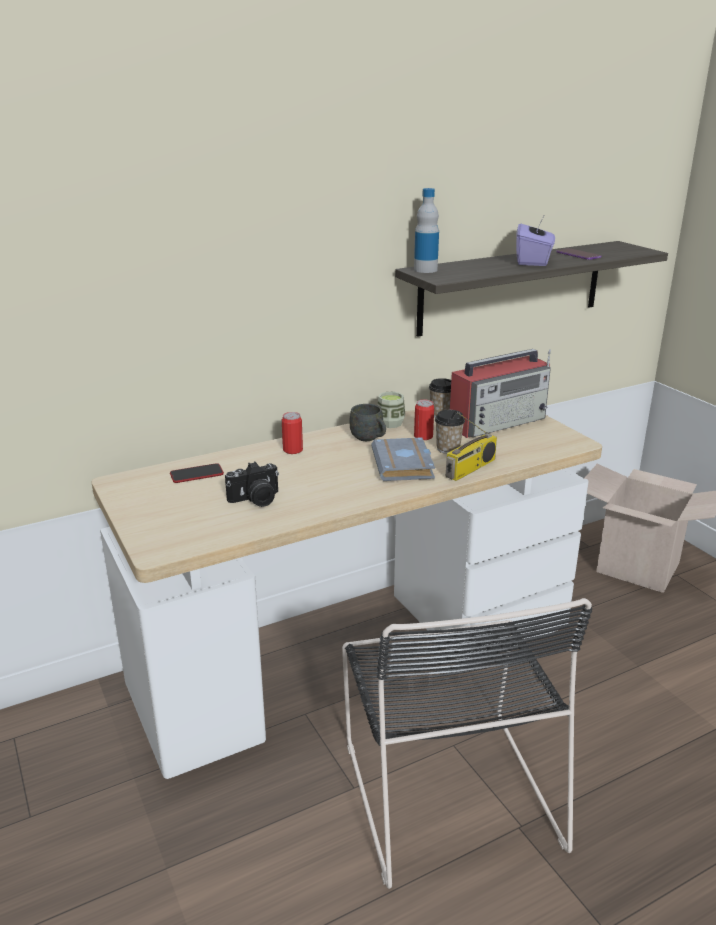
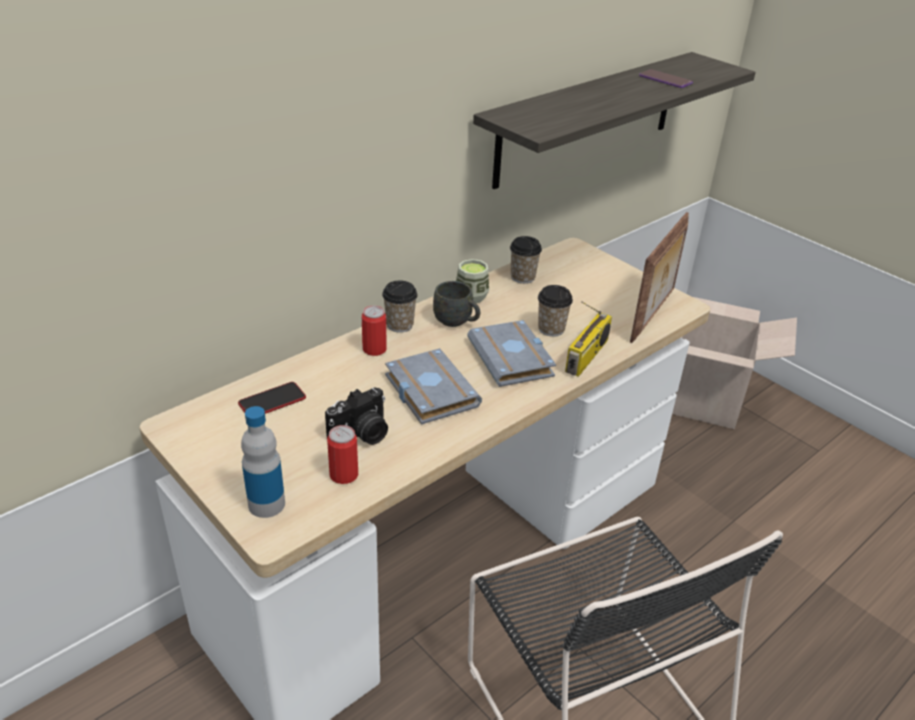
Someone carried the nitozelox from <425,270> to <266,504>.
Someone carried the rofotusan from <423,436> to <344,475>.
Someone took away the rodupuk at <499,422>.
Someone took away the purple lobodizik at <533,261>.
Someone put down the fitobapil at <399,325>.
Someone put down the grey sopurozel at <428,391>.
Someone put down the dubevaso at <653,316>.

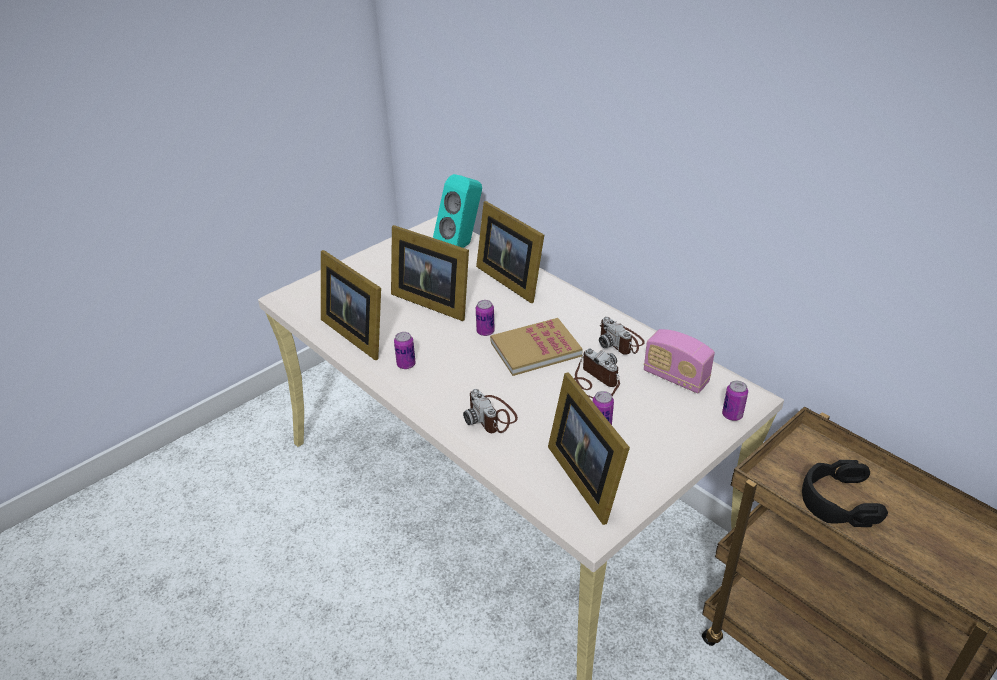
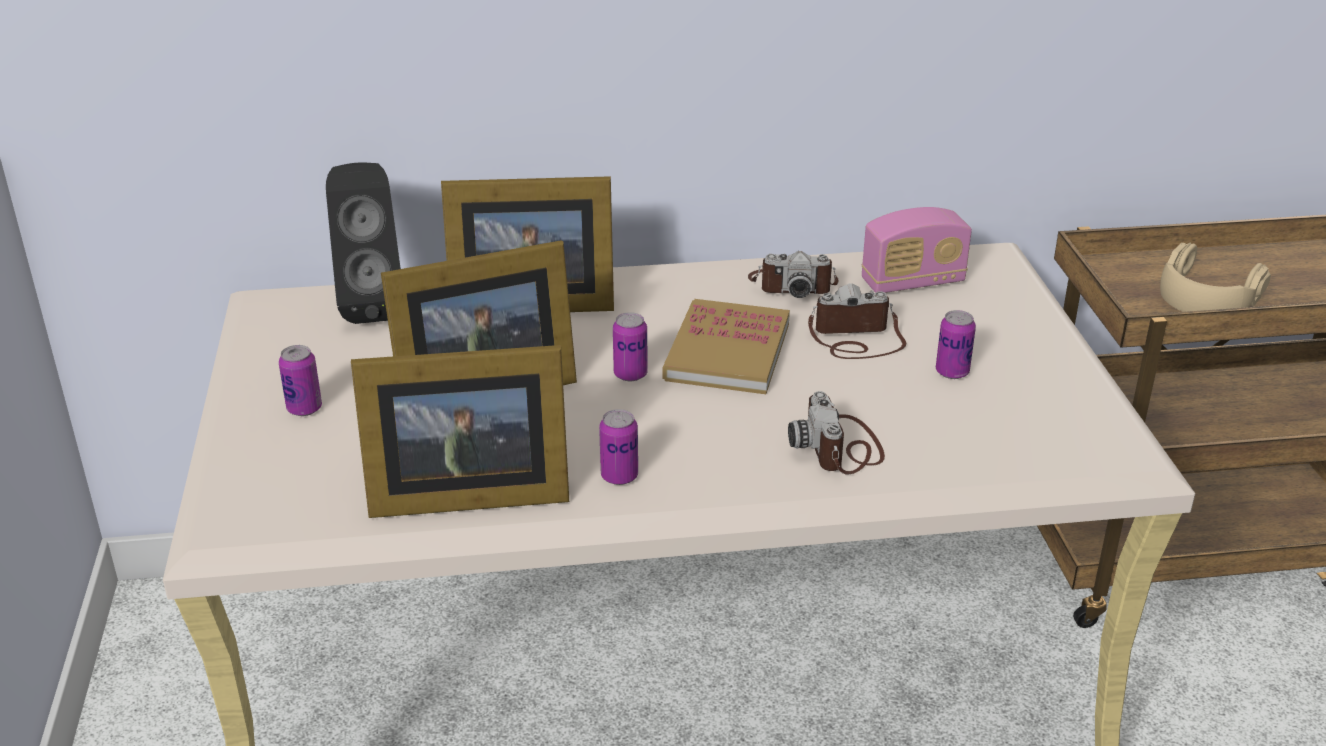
Someone repainted the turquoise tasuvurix at <462,246>, which became the black tasuvurix at <372,306>.
Someone rotated the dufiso at <491,416> by 75 degrees clockwise.
Someone took away the dubevaso at <587,476>.
Someone carried the rofotusan from <732,415> to <304,408>.
Someone repainted the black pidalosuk at <838,500>, which became the beige pidalosuk at <1206,295>.

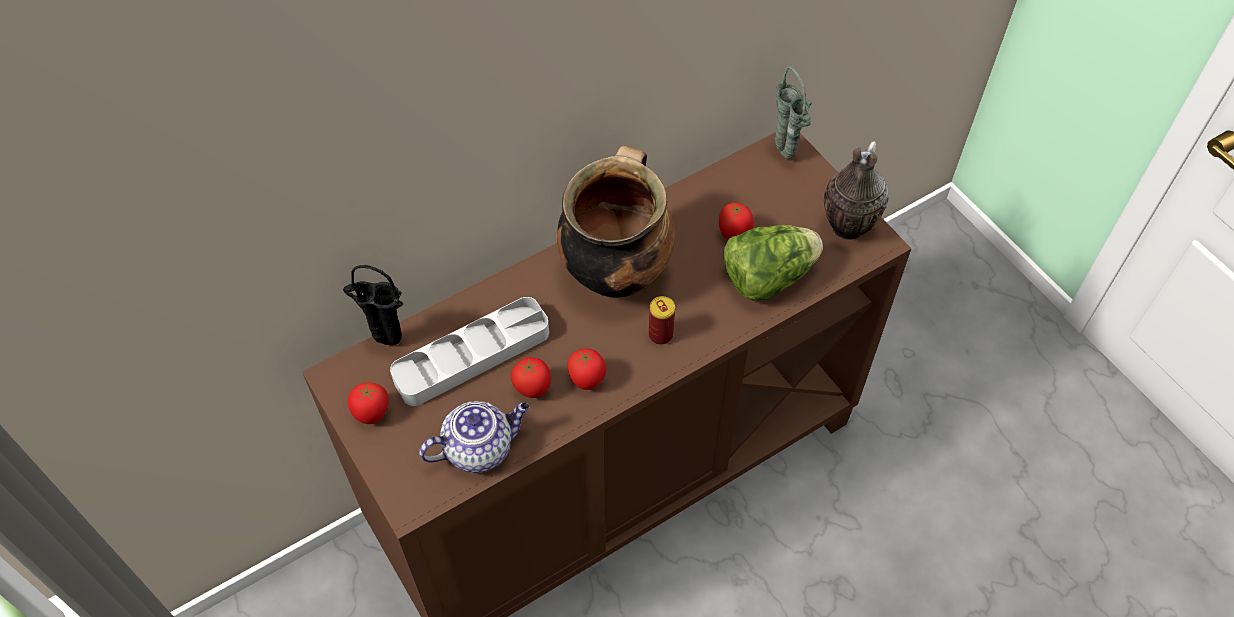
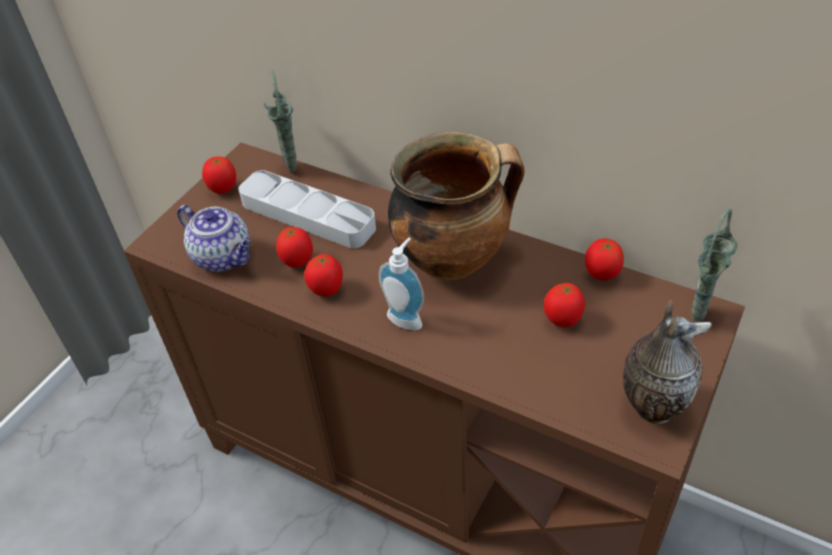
Someone repainted the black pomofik at <385,342>, which became the green pomofik at <290,167>.
Someone swapped the rofotusan at <660,335> for the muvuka at <407,317>.
Someone took away the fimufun at <767,277>.
Someone put down the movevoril at <601,275>.

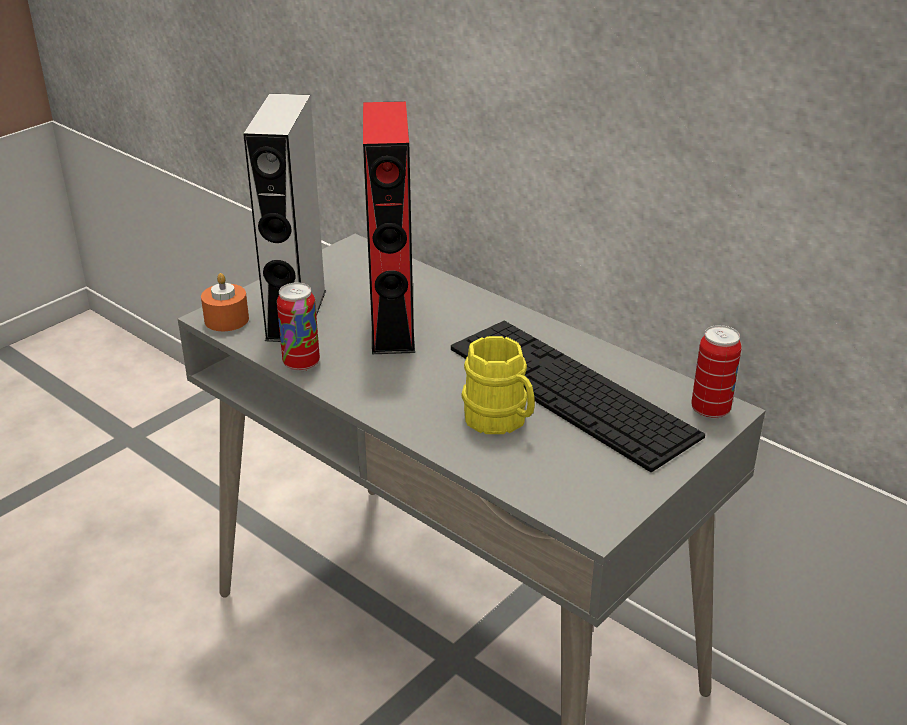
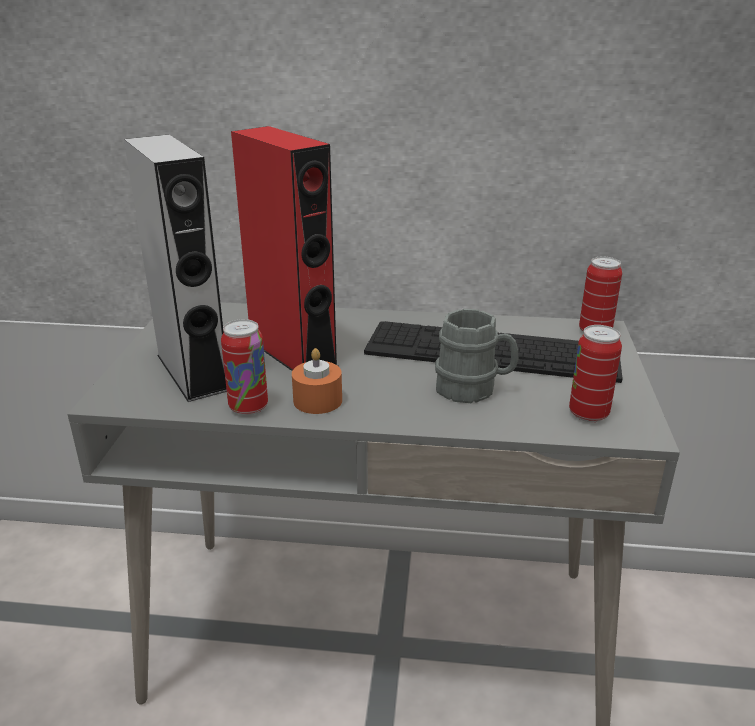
Someone carried the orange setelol from <226,319> to <317,400>.
Someone repainted the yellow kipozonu at <500,421>, which became the grey kipozonu at <474,389>.
Someone put down the rofotusan at <588,414>.

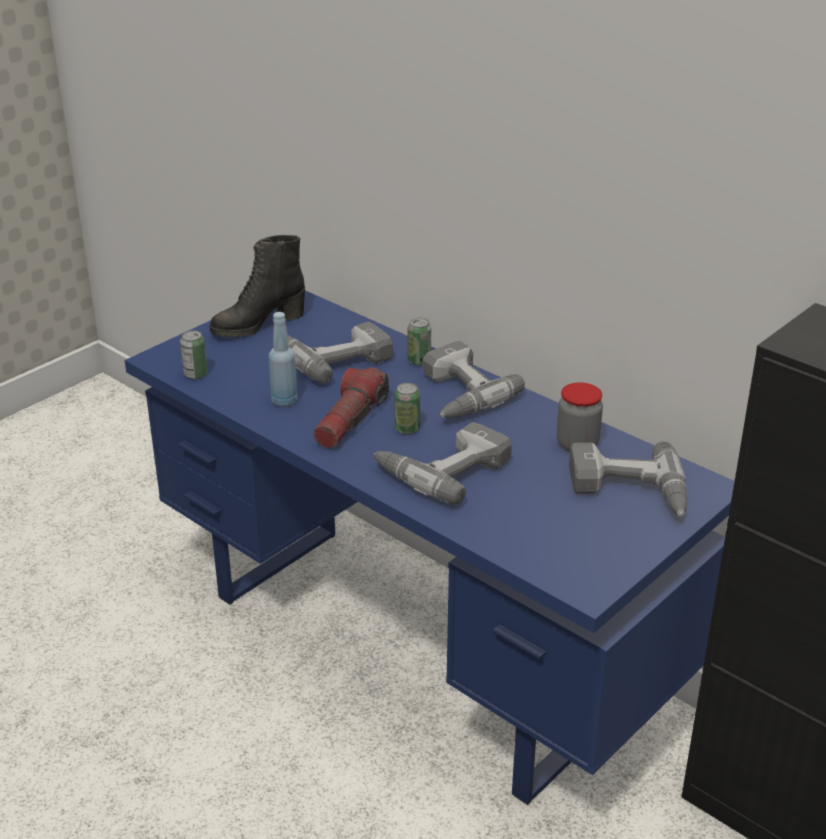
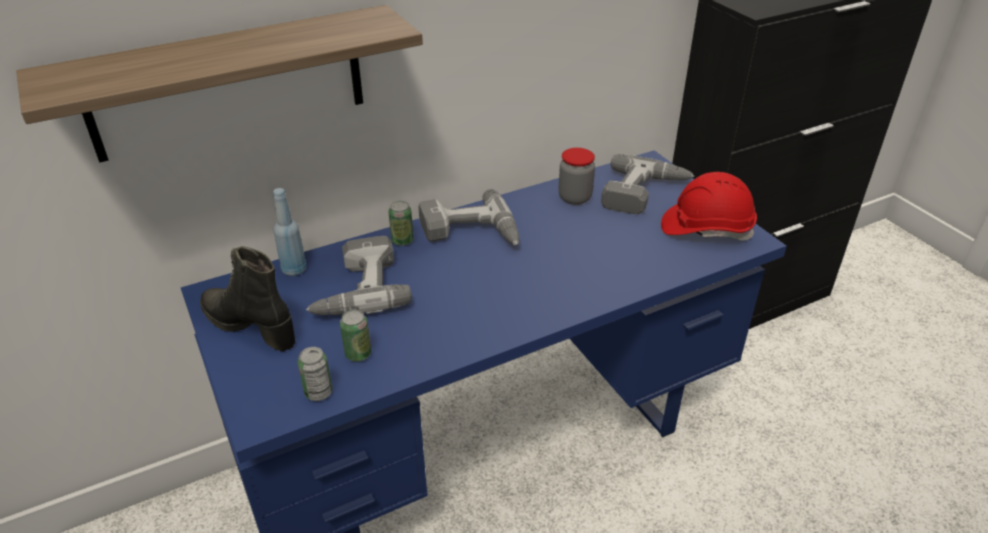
Someone rotated the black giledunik at <257,325> by 135 degrees clockwise.
Someone carried the blue nitozelox from <284,401> to <294,269>.
Someone took away the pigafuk at <350,420>.
Someone took away the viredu at <442,468>.
Someone carried the rofotusan from <407,429> to <358,354>.
Someone put up the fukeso at <228,83>.
Someone put down the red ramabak at <706,228>.

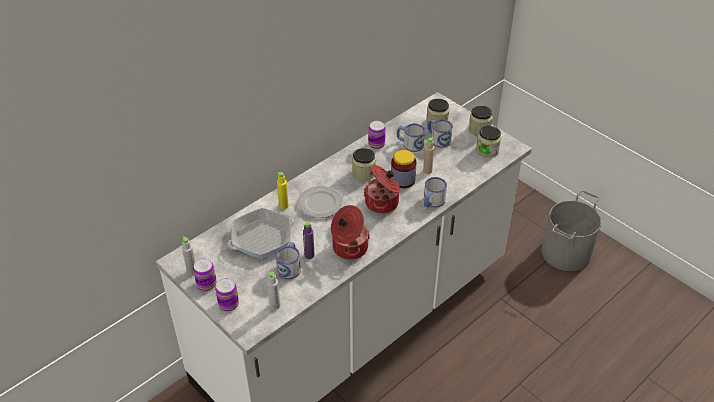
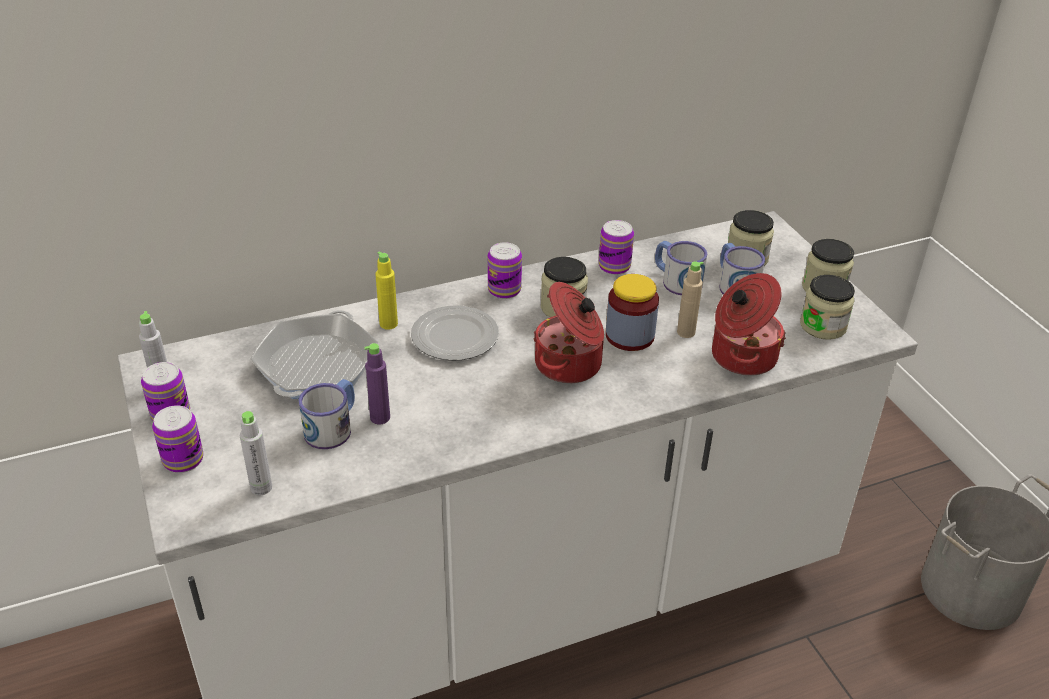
Someone rotated the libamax at <261,237> by 60 degrees counterclockwise.
Someone carried the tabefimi from <349,247> to <741,356>.
Someone took away the kipozonu at <432,202>.
Someone put down the rofotusan at <504,290>.

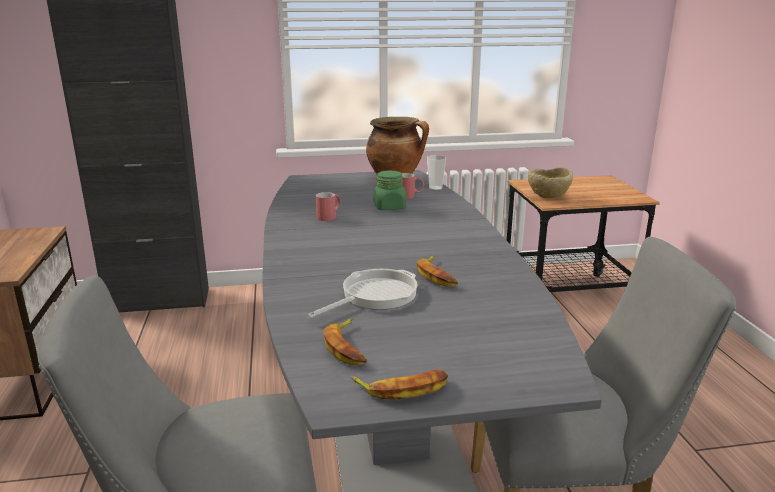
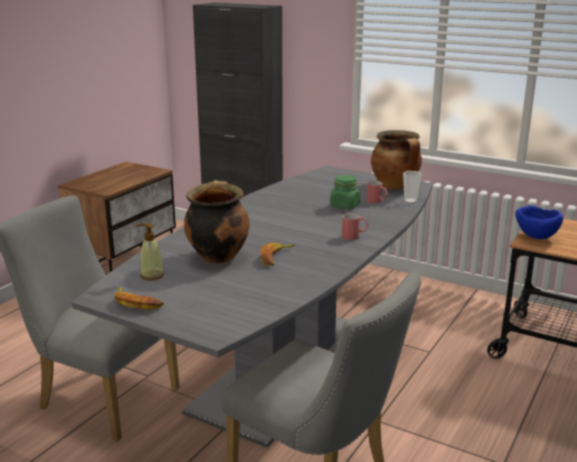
Someone swapped the libamax at <375,296> for the tabefimi at <217,256>.
Someone carried the red kipozonu from <329,216> to <354,236>.
Someone swapped the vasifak at <347,347> for the muvuka at <152,275>.
Someone repainted the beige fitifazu at <548,198>, which became the blue fitifazu at <535,238>.

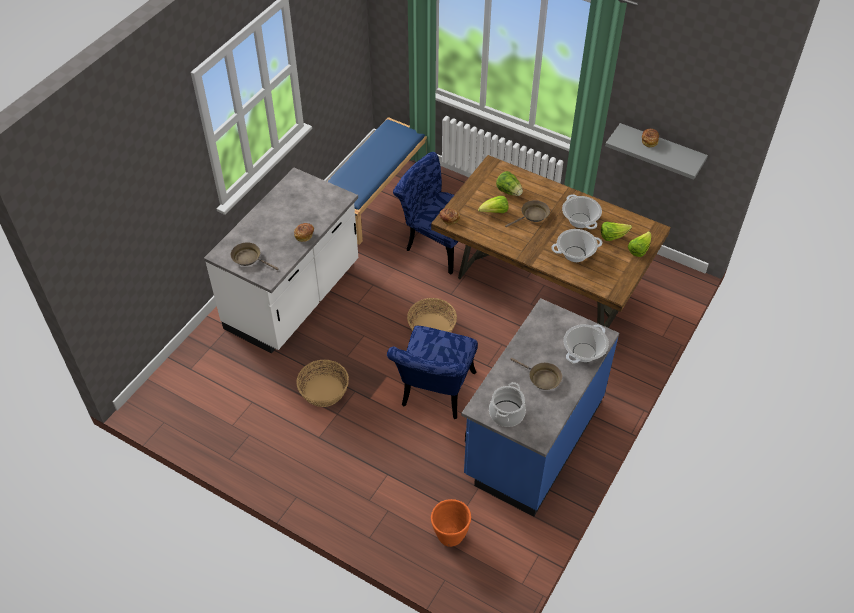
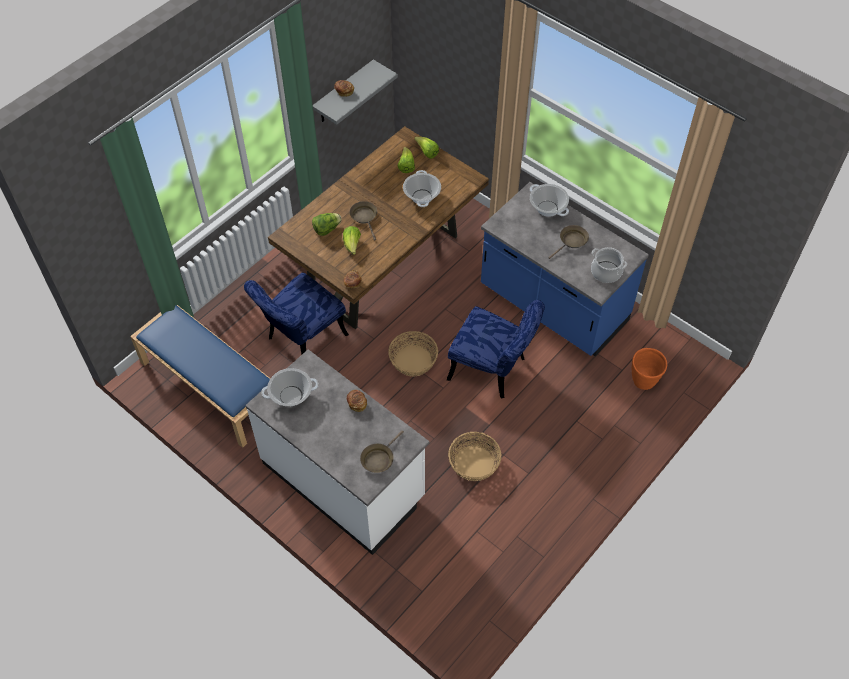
Someone carried the tabefimi from <580,220> to <291,395>.

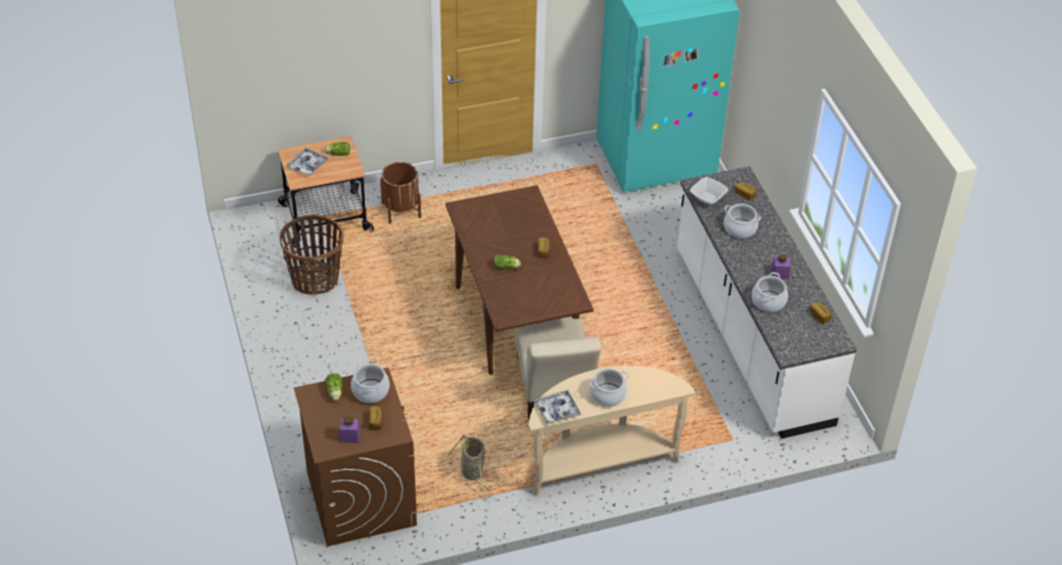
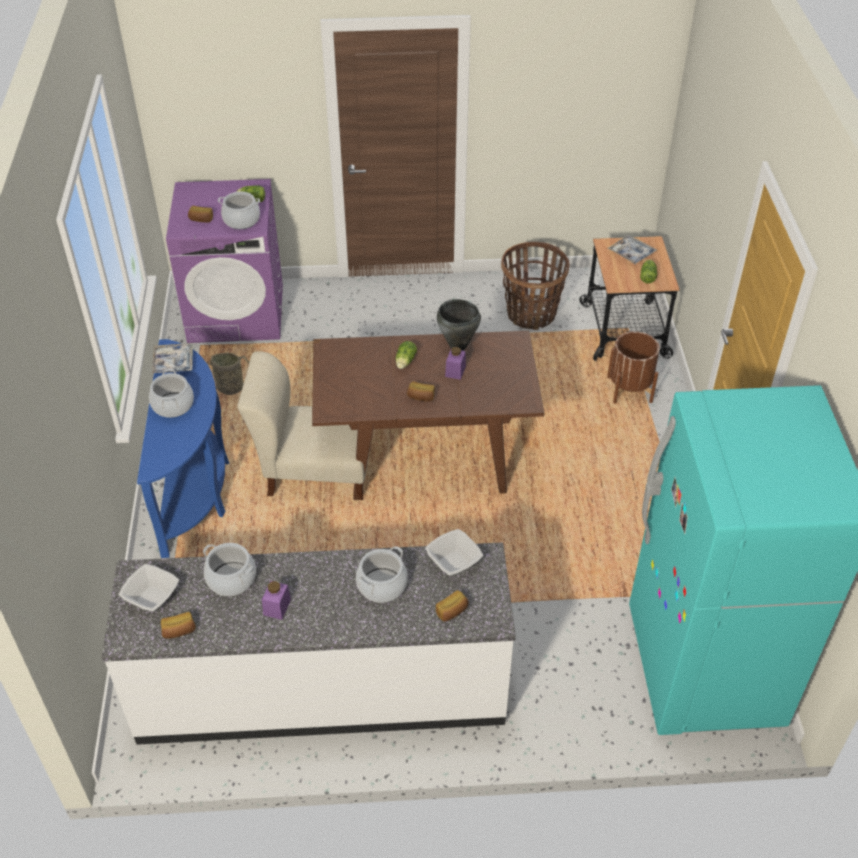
Someone repainted the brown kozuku at <360,497>, which became the purple kozuku at <237,313>.
Someone carried the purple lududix from <350,436> to <455,371>.
Someone repainted the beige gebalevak at <600,461>, which became the blue gebalevak at <195,489>.
Someone put down the fitifazu at <152,599>.
Someone put down the black tabefimi at <458,346>.

